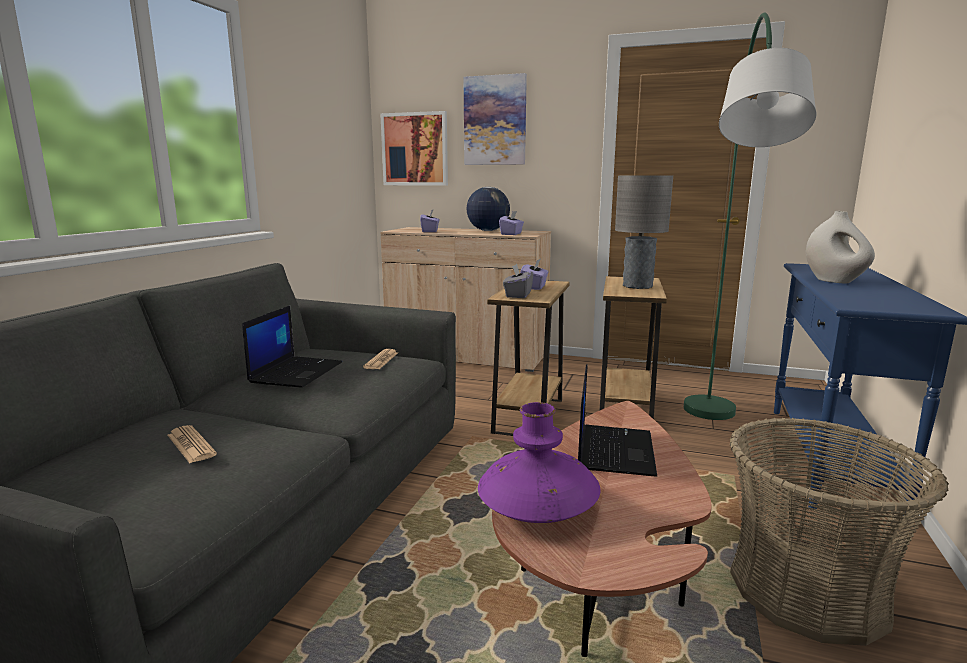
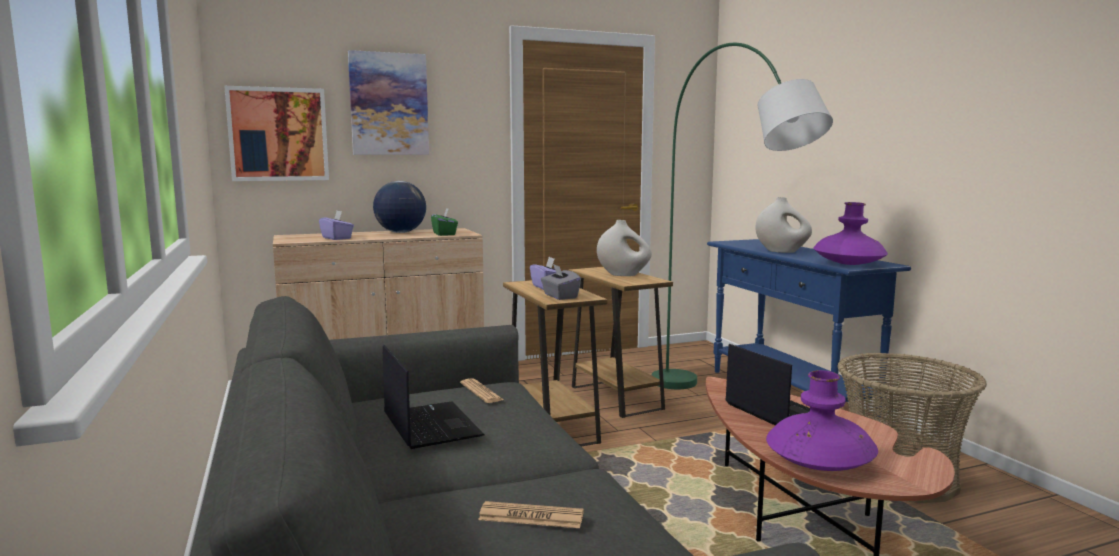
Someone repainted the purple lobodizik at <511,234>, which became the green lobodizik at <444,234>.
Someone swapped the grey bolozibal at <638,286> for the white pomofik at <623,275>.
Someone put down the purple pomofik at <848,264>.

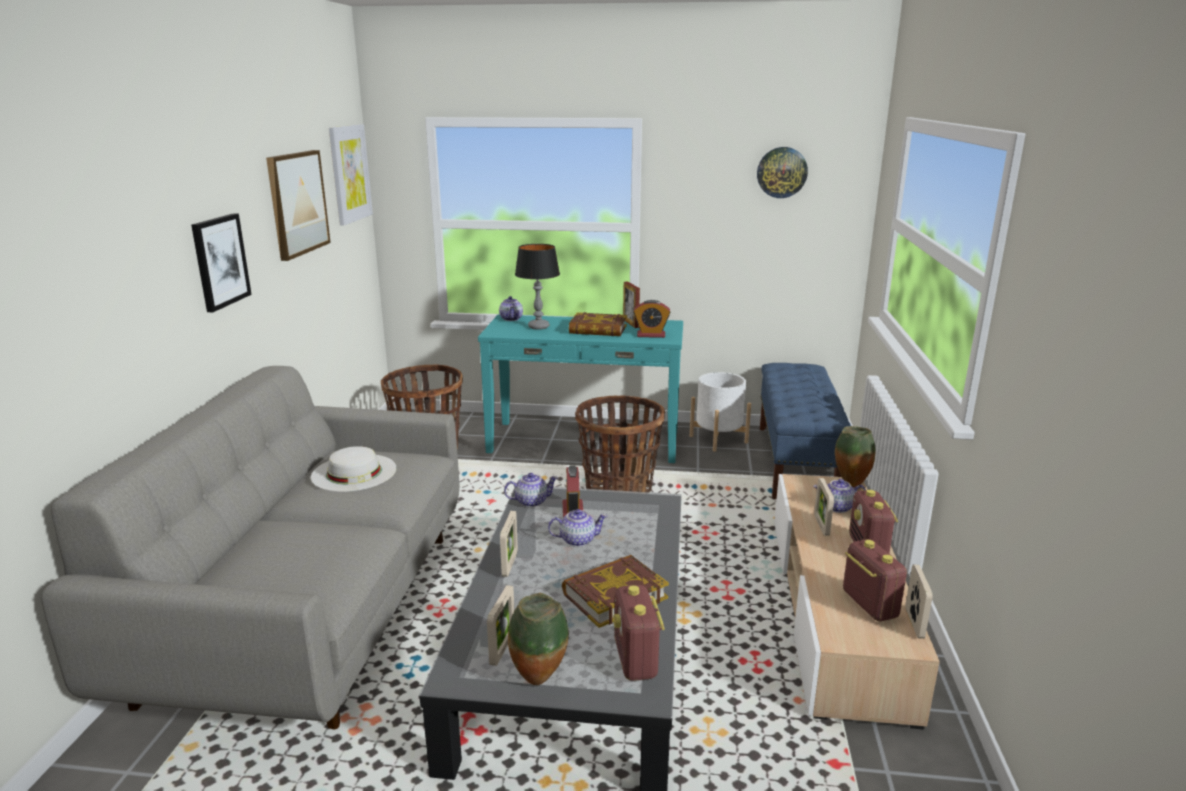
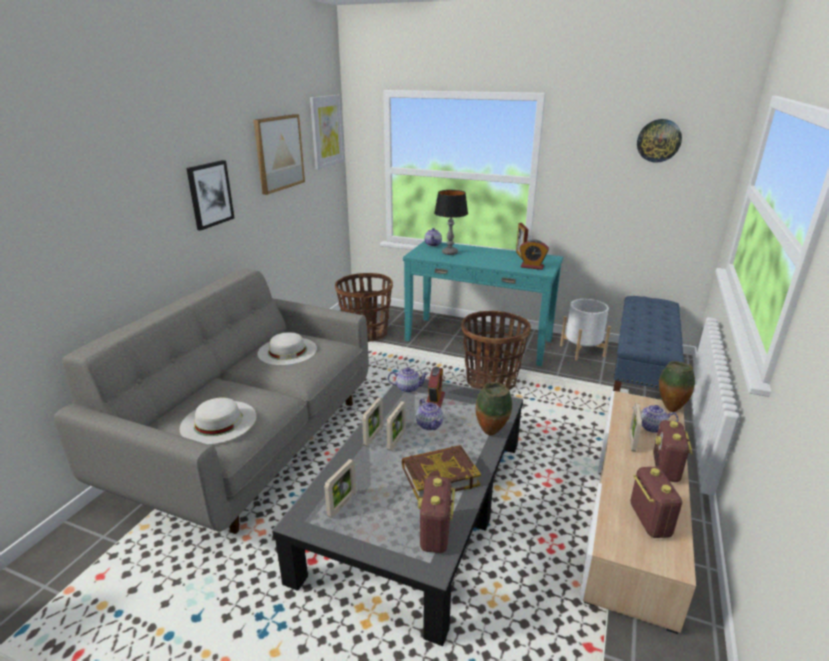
Someone carried the pomofik from <539,680> to <491,433>.
Someone rotated the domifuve at <577,540> by 60 degrees clockwise.
Someone took away the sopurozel at <598,330>.
Someone carried the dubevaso from <914,623> to <396,440>.
Someone put down the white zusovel at <218,422>.

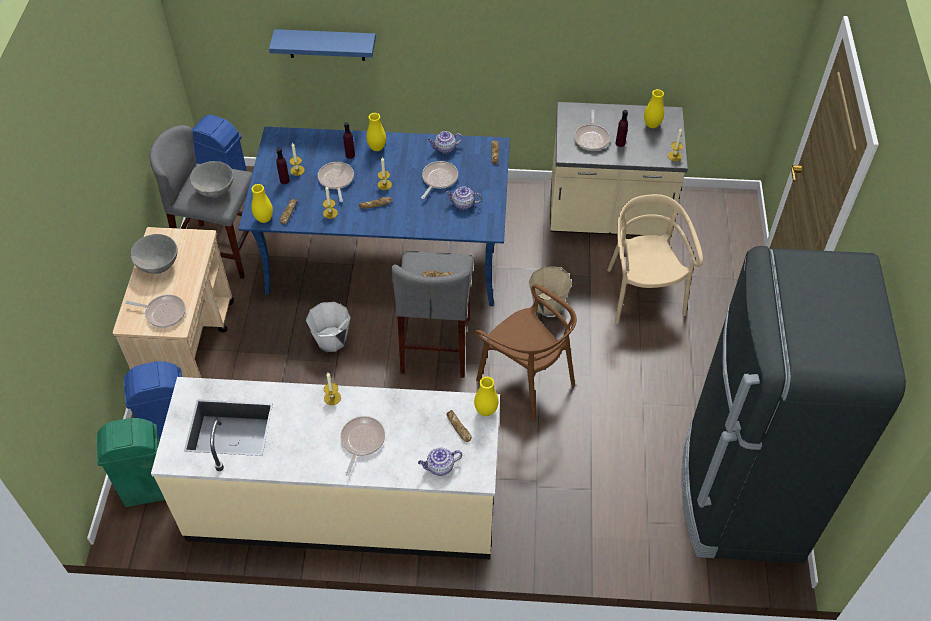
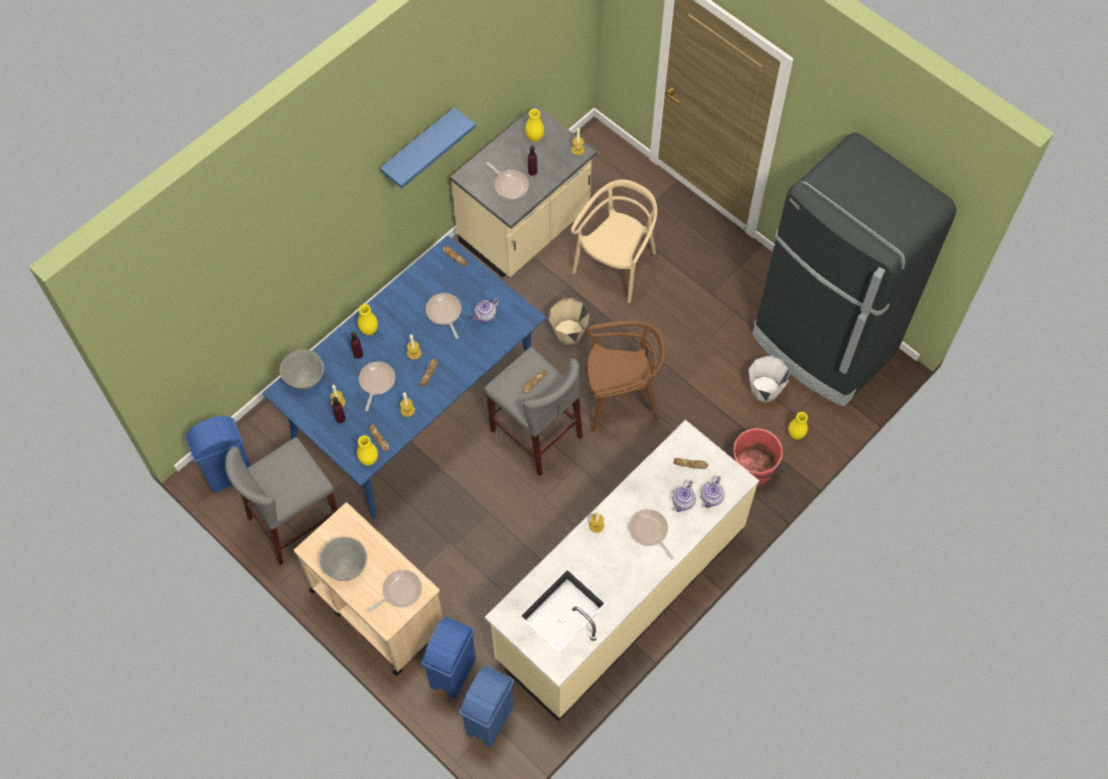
Someone repainted the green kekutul at <149,489>, which became the blue kekutul at <489,720>.
Someone carried the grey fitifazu from <215,191> to <304,378>.
Someone carried the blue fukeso from <326,44> to <418,147>.
Someone carried the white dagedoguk from <331,340> to <765,390>.
Someone rotated the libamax at <336,180> by 75 degrees clockwise.
Someone carried the domifuve from <445,148> to <683,502>.
Someone carried the yellow pomofik from <486,411> to <796,434>.
Someone rotated the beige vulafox at <643,294> by 90 degrees clockwise.
Someone put down the red dagedoguk at <754,468>.

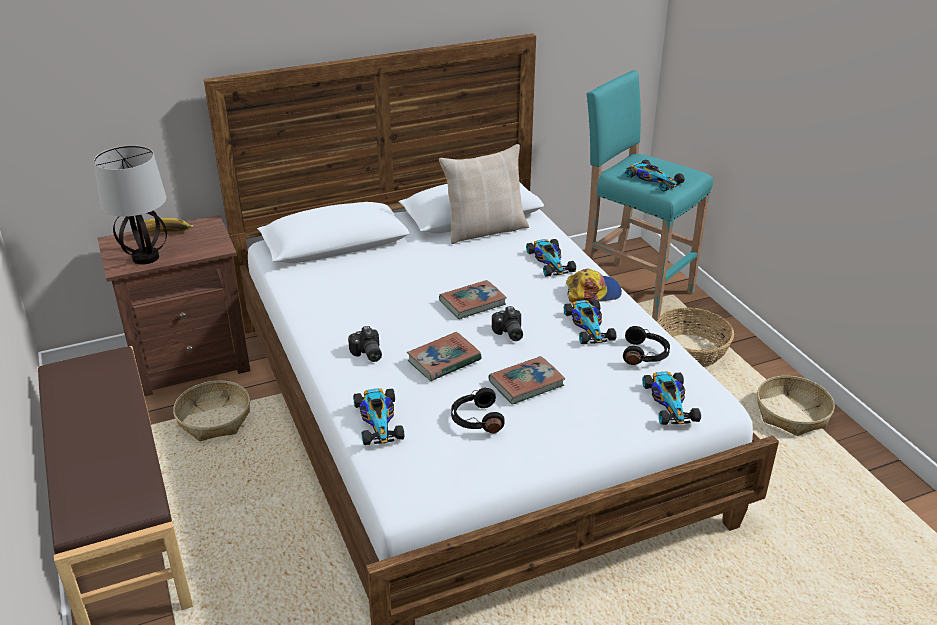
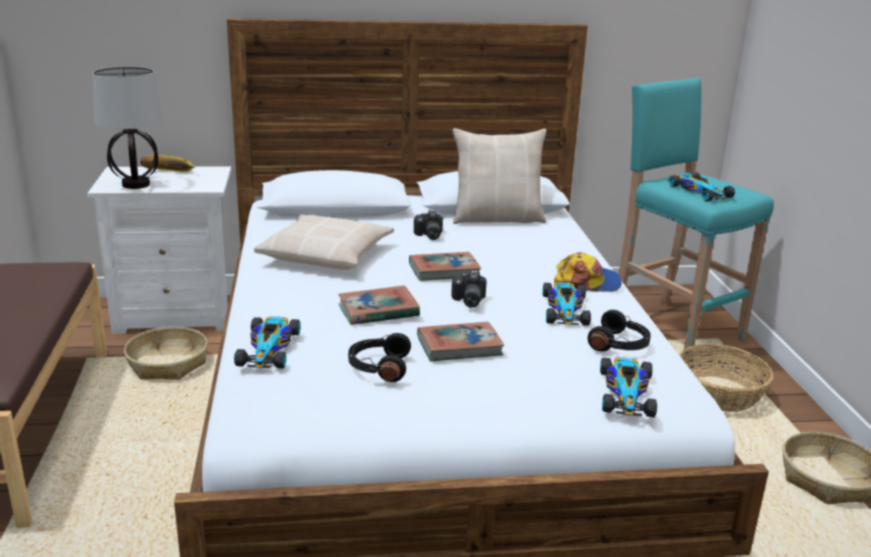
Someone repainted the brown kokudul at <191,363>, which became the white kokudul at <177,315>.
Someone carried the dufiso from <367,354> to <428,235>.
Someone took away the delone at <550,261>.
Someone put down the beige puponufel at <327,255>.

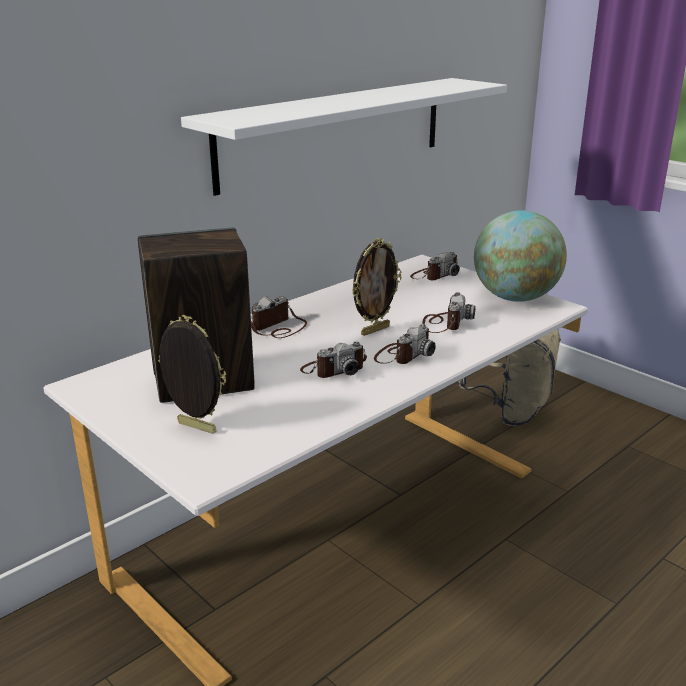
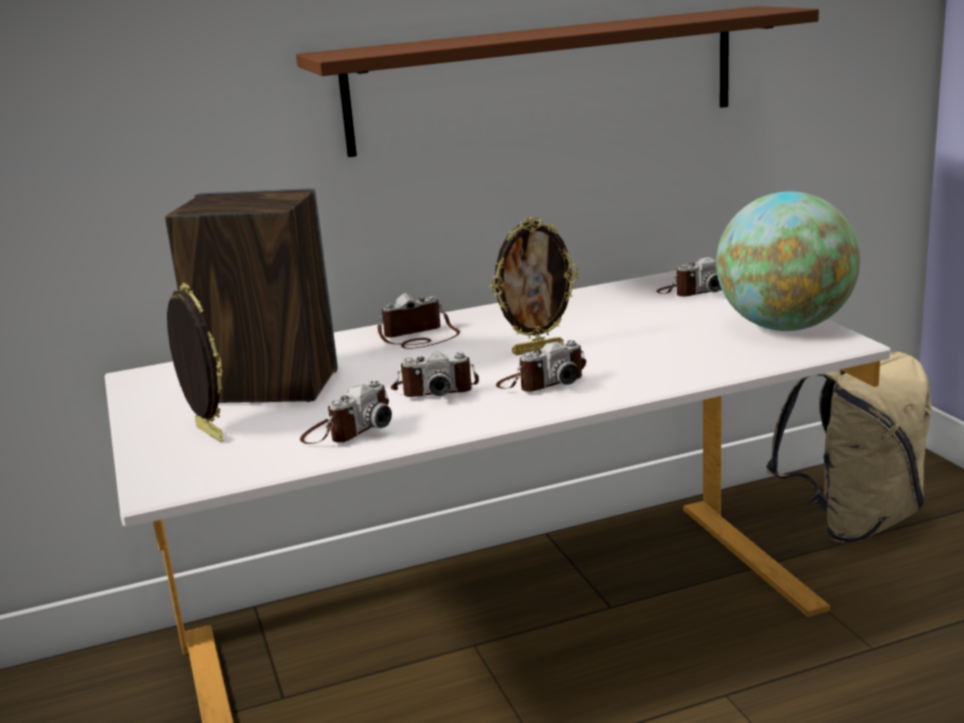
Someone repainted the white fukeso at <335,131>, which became the brown fukeso at <544,80>.
Someone carried the dufiso from <444,323> to <347,430>.

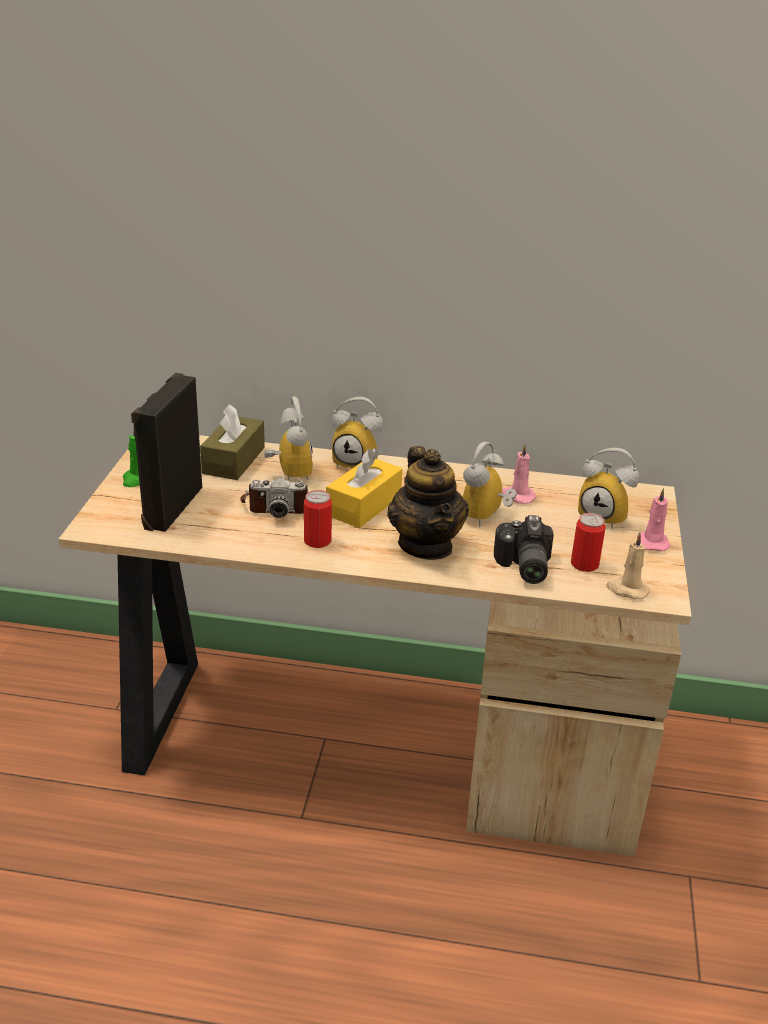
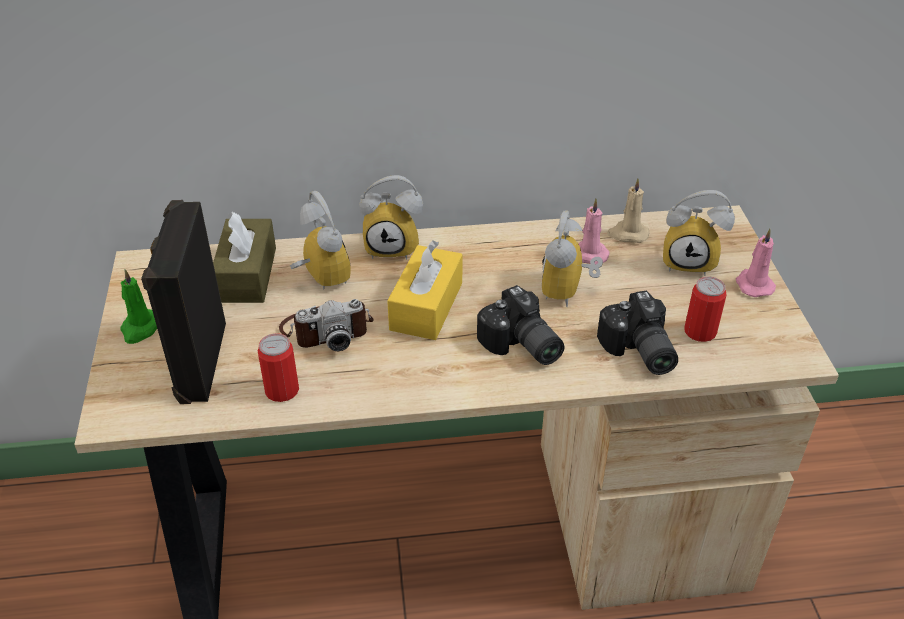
Someone carried the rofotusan from <317,541> to <282,390>.
Someone swapped the domifuve at <426,545> for the dufiso at <521,346>.
Someone carried the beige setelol from <627,589> to <627,234>.

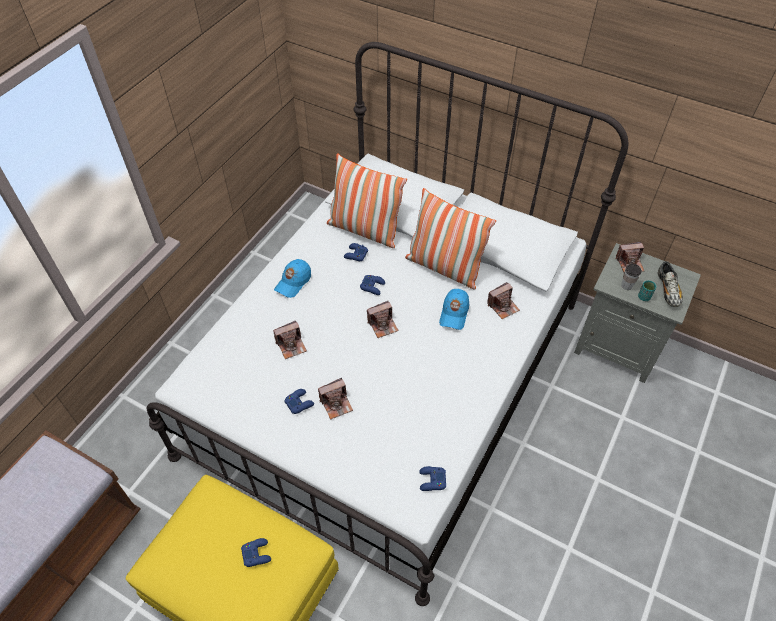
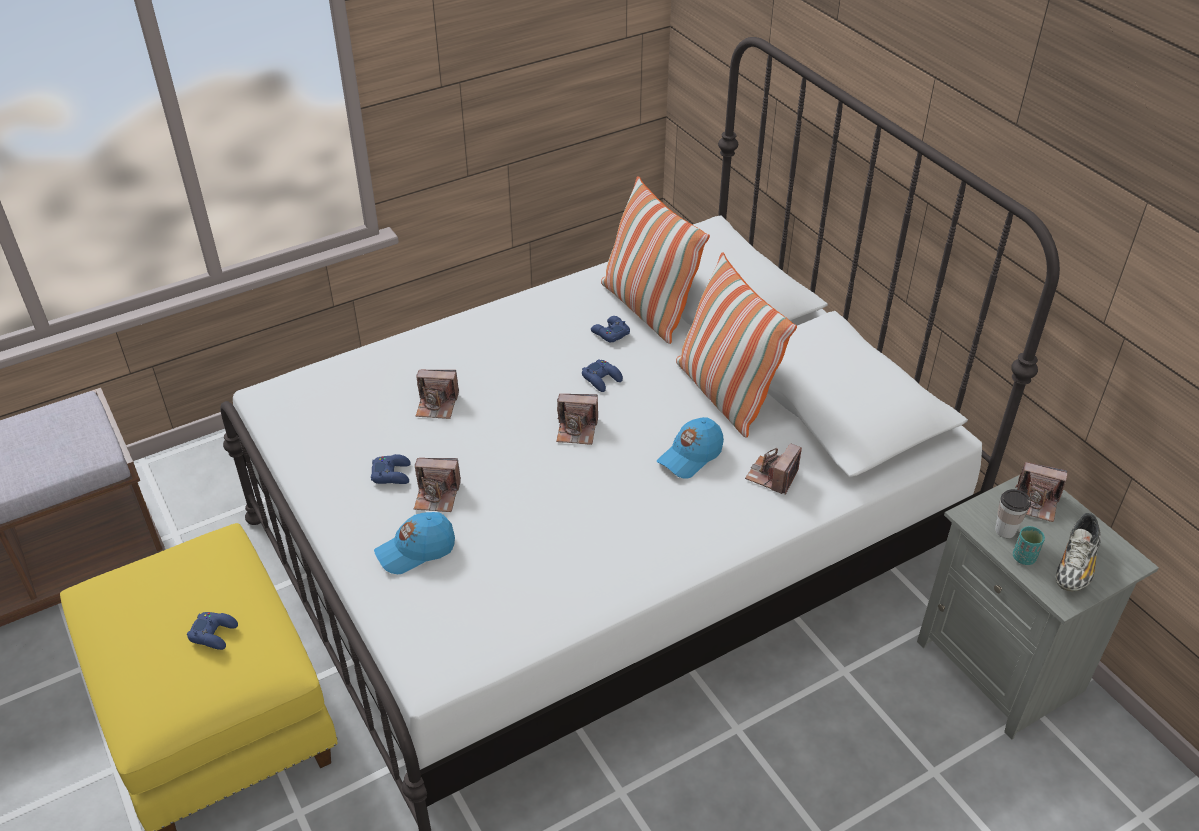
Someone carried the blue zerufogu from <293,282> to <416,550>.
Someone took away the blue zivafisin at <432,480>.
Someone rotated the dufiso at <503,306> by 120 degrees clockwise.

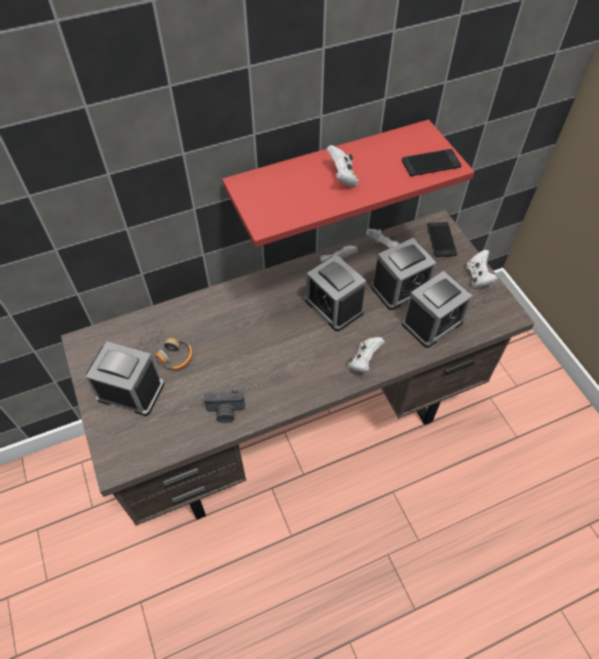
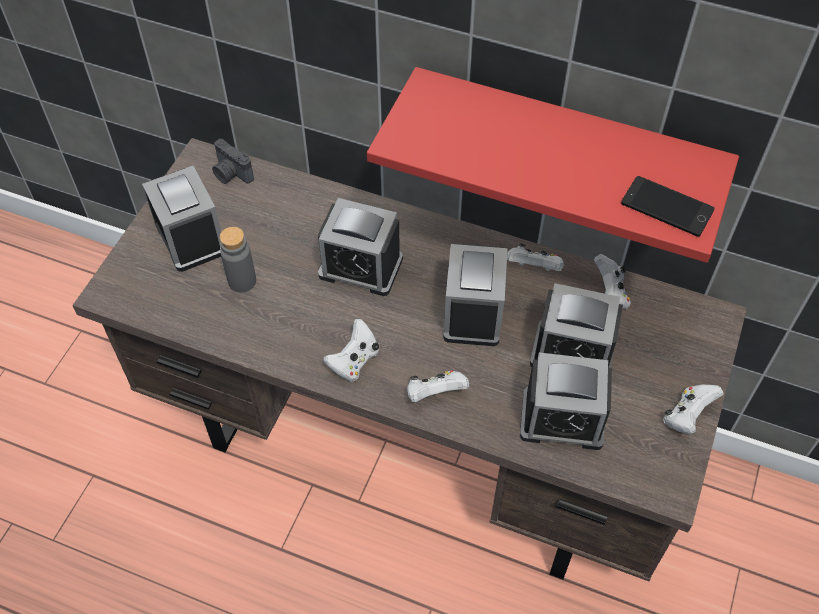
Someone took away the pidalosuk at <166,352>.
Someone carried the dufiso from <226,412> to <231,174>.
Someone carried the white zivafisin from <342,177> to <354,361>.
Someone took away the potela at <441,239>.
Someone put down the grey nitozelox at <242,281>.
Someone put down the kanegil at <360,267>.

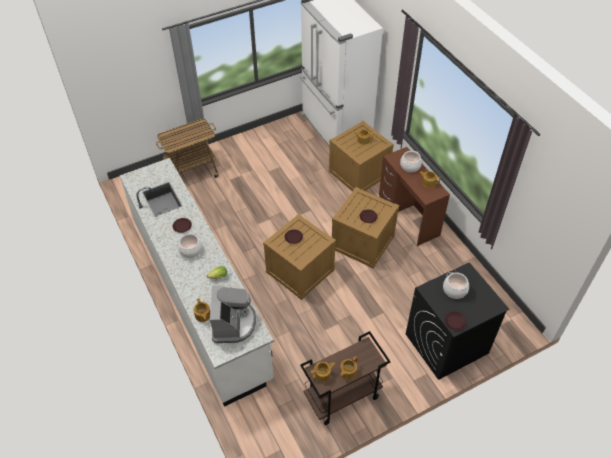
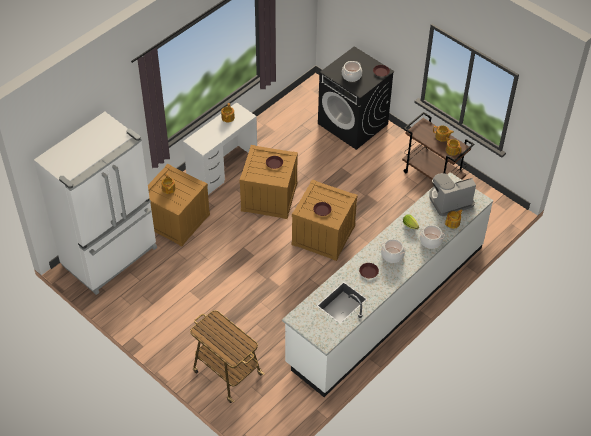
Someone repainted the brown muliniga at <409,216>, which became the white muliniga at <222,170>.
Someone carried the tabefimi from <410,166> to <430,241>.

